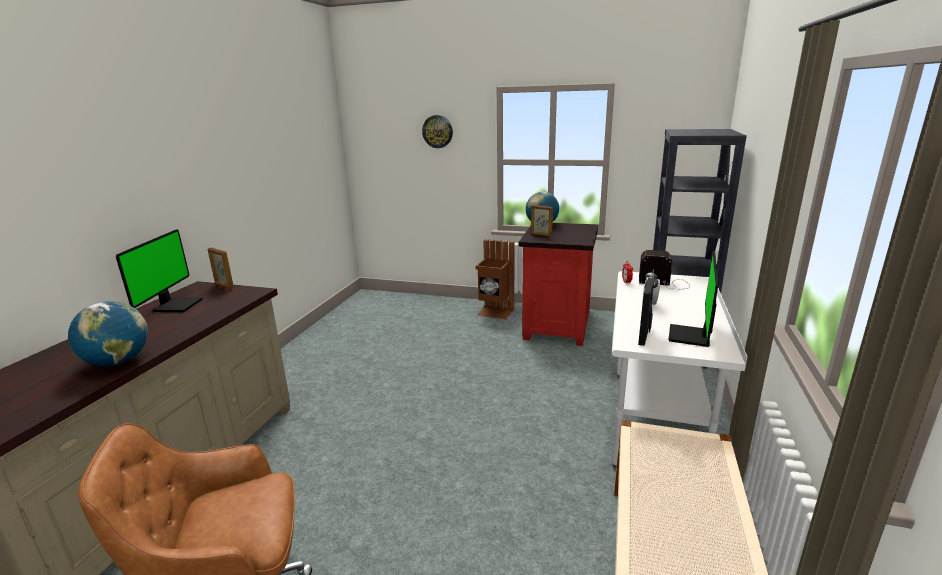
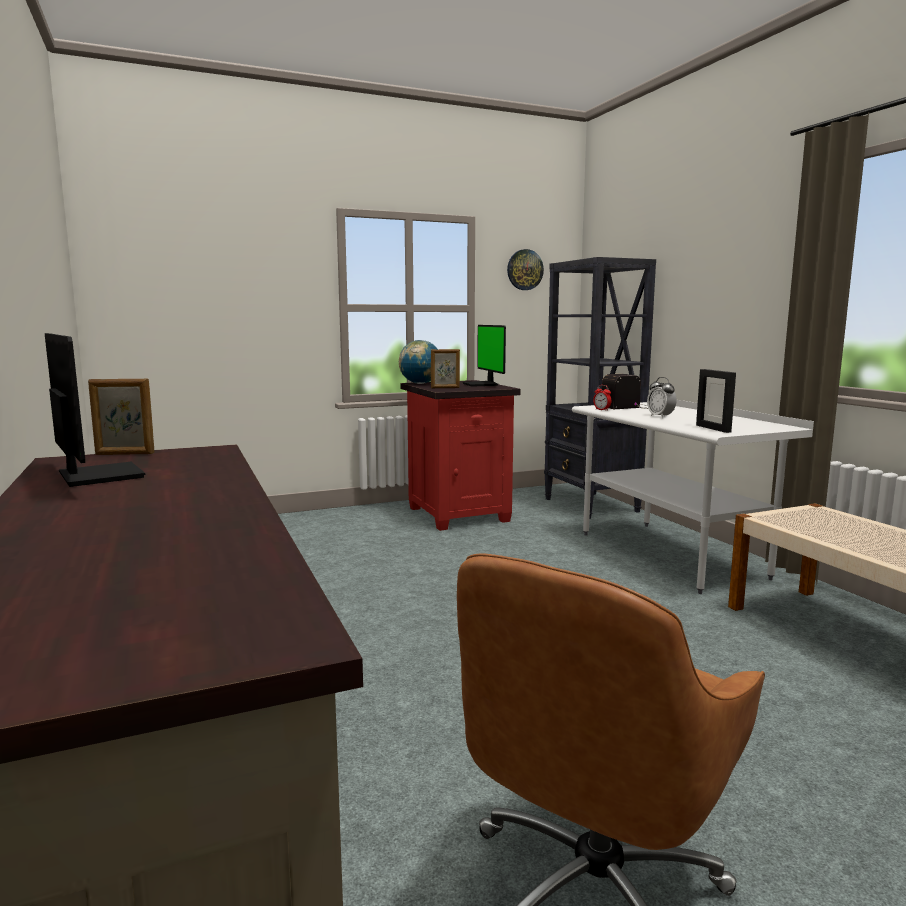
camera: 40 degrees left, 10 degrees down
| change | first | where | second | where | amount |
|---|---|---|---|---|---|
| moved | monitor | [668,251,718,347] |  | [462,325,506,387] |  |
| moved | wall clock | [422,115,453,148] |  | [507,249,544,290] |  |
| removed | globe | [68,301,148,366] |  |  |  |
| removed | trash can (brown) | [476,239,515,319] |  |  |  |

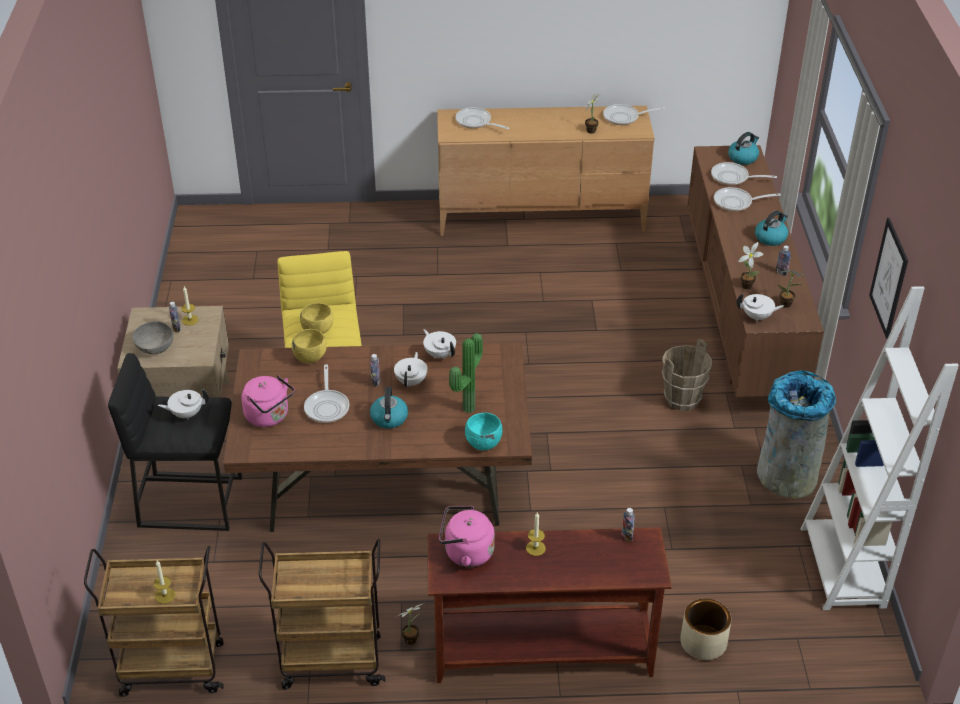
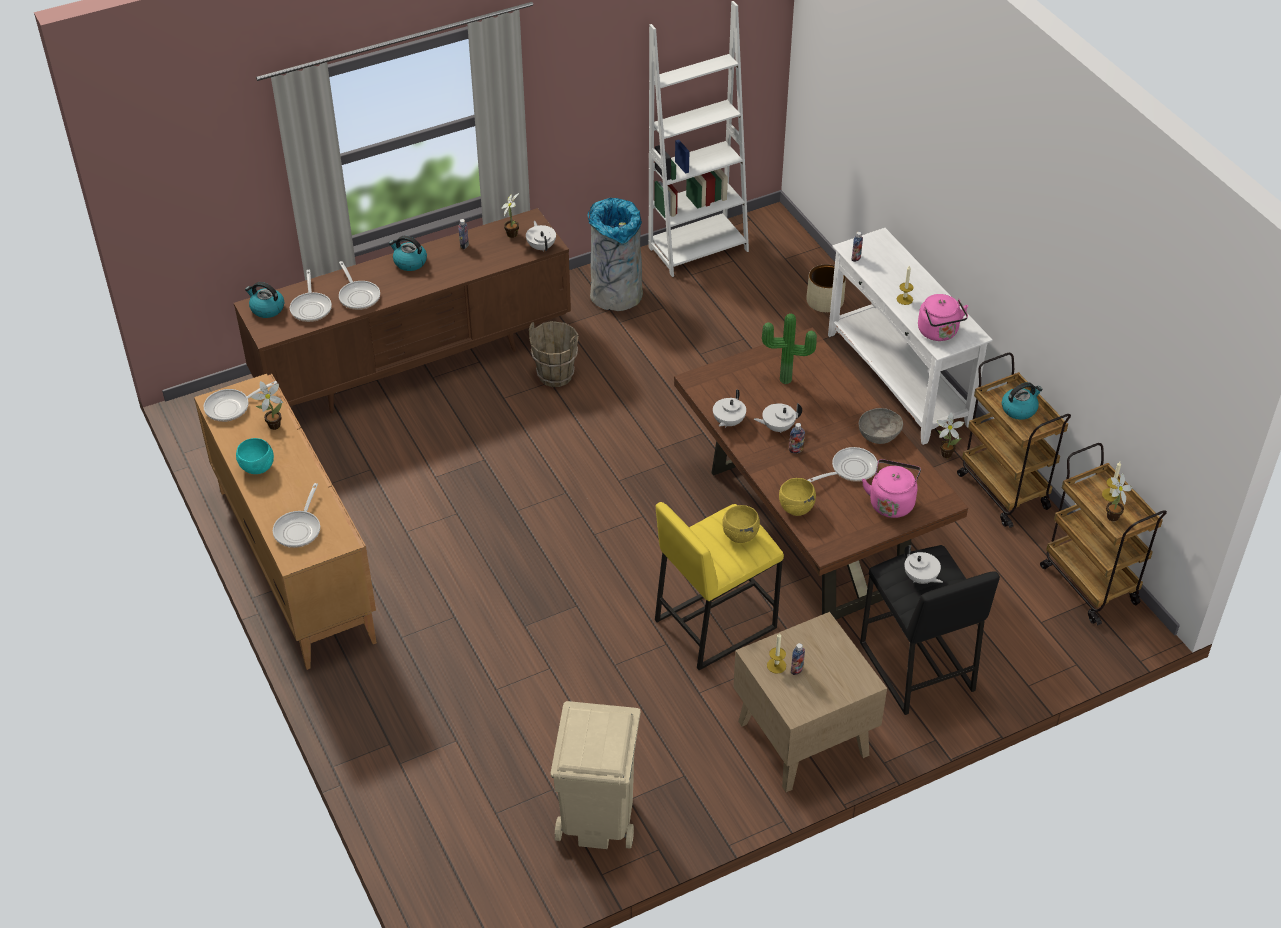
camera: 115 degrees left, 5 degrees up
| change | first | where | second | where | amount |
|---|---|---|---|---|---|
| turned | frying pan | [603,104,665,125] |  | [204,381,277,422] | 90 degrees clockwise |
| moved | bowl (turquoise) | [465,413,502,450] |  | [236,438,274,474] |  |
| added |  |  | trash can (beige) | [551,701,641,849] |  |
| recoloured | console table (brown) | [427,527,672,683] | console table (white) | [828,228,993,445] |  |
| moved | bowl (grey) | [133,321,173,354] |  | [859,408,903,444] |  |
| moved | kettle | [370,387,408,429] |  | [1002,382,1043,420] |  |
| moved | potted plant | [738,242,764,290] |  | [1106,472,1132,521] |  |
| removed | picture | [869,218,908,339] |  |  |  |

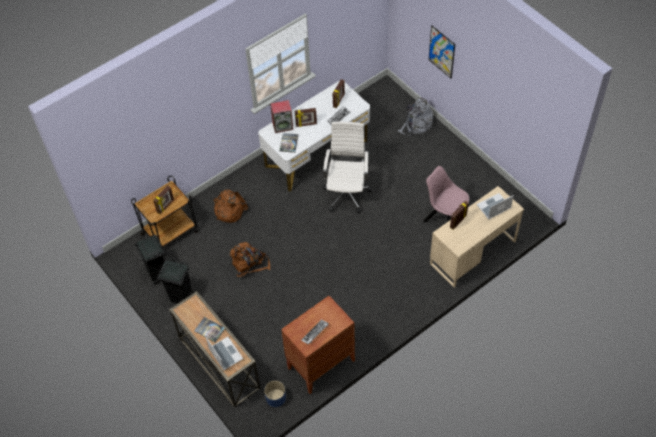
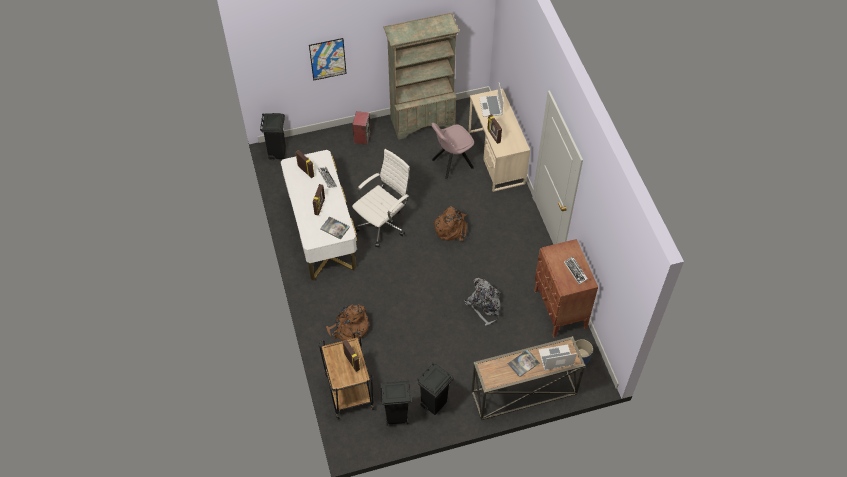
camera: 70 degrees left, 0 degrees up
| change | first | where | second | where | amount |
|---|---|---|---|---|---|
| added |  |  | trash can (black) | [260,113,286,160] |  |
| moved | speaker | [270,100,293,133] |  | [352,111,371,145] |  |
| turned | office chair (white) | [323,122,372,213] |  | [352,149,410,247] | 105 degrees clockwise |
| added |  |  | bookcase (green) | [383,13,460,140] |  |
| moved | backpack (brown) | [230,242,270,277] |  | [433,206,467,241] |  |
| moved | backpack (grey) | [397,98,433,136] |  | [465,278,501,326] |  |

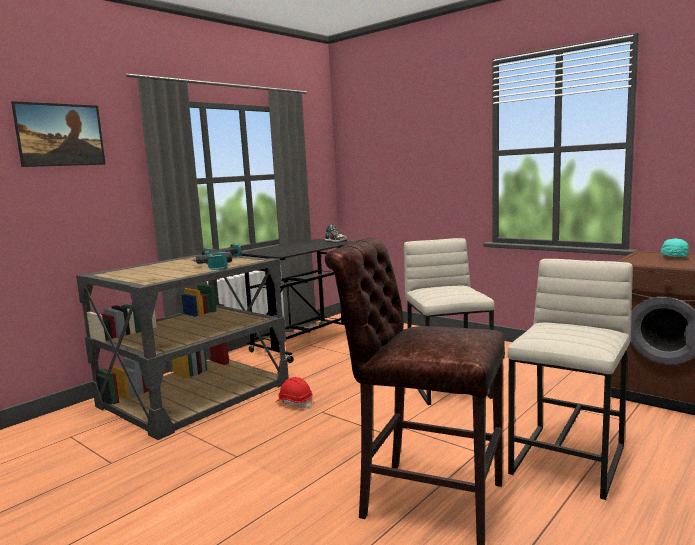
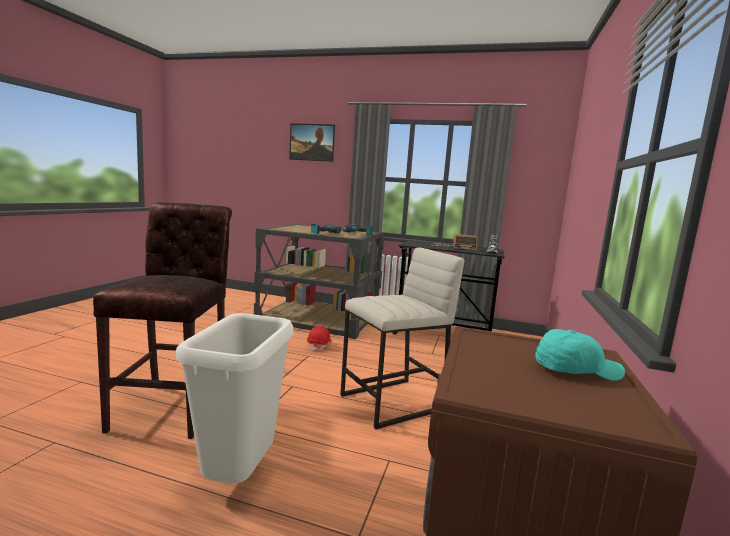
camera: 65 degrees right, 0 degrees up
| change | first | where | second | where | amount |
|---|---|---|---|---|---|
| replaced | stool (beige) | [507,259,633,500] | trash can (white) | [176,313,294,484] |  |
| added |  |  | radio | [431,234,478,250] |  |

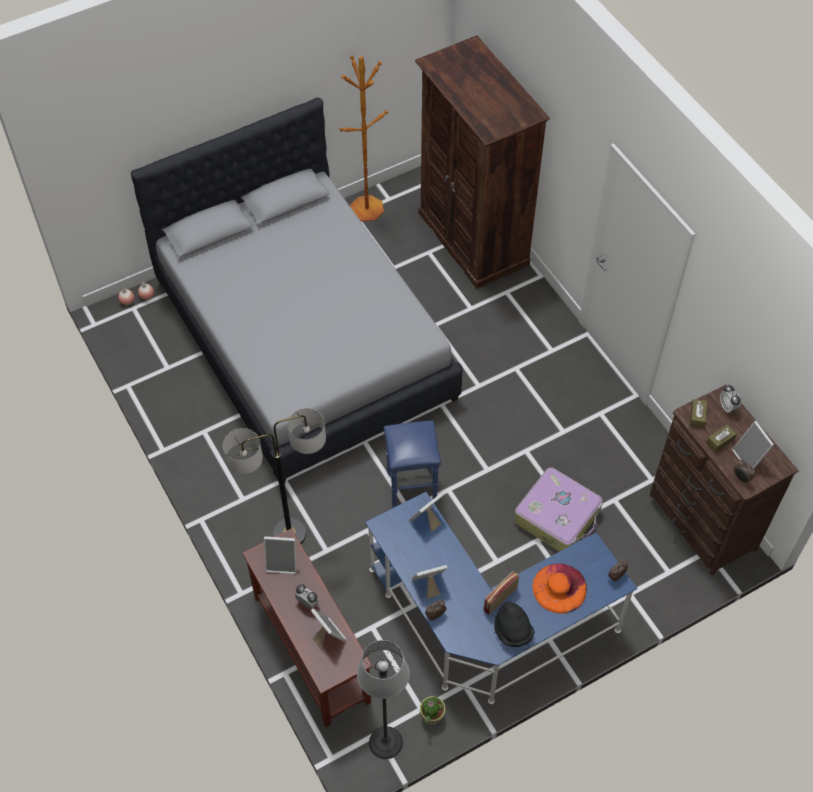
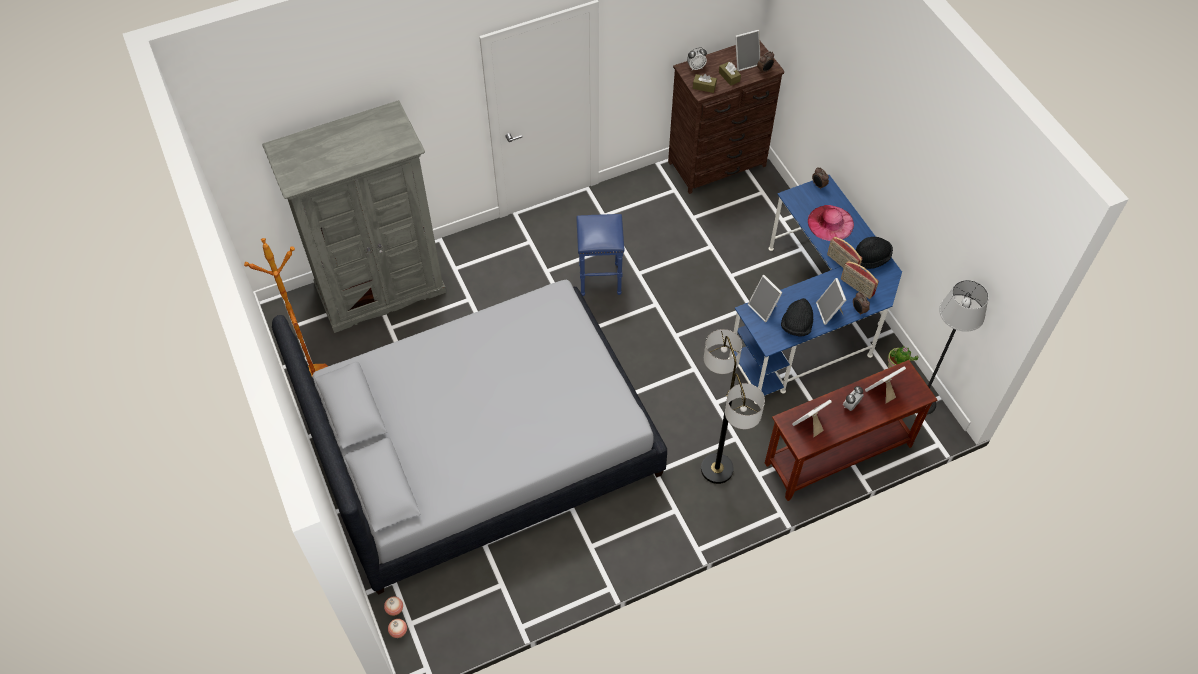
camera: 85 degrees left, 0 degrees up
| change | first | where | second | where | amount |
|---|---|---|---|---|---|
| recoloured | wardrobe (brown) | [415,35,550,289] | wardrobe (grey) | [262,100,447,333] |  |
| moved | stool (blue) | [384,420,441,508] |  | [576,214,625,296] |  |
| added |  |  | hat (black) | [781,298,813,337] |  |
| turned | picture frame | [264,536,296,574] |  | [792,400,832,437] | 135 degrees counterclockwise |
| recoloured | hat (orange) | [532,564,587,614] | hat (pink) | [808,205,854,241] |  |
| added |  |  | radio | [841,261,879,299] |  |
| removed | suitcase | [514,468,603,552] |  |  |  |

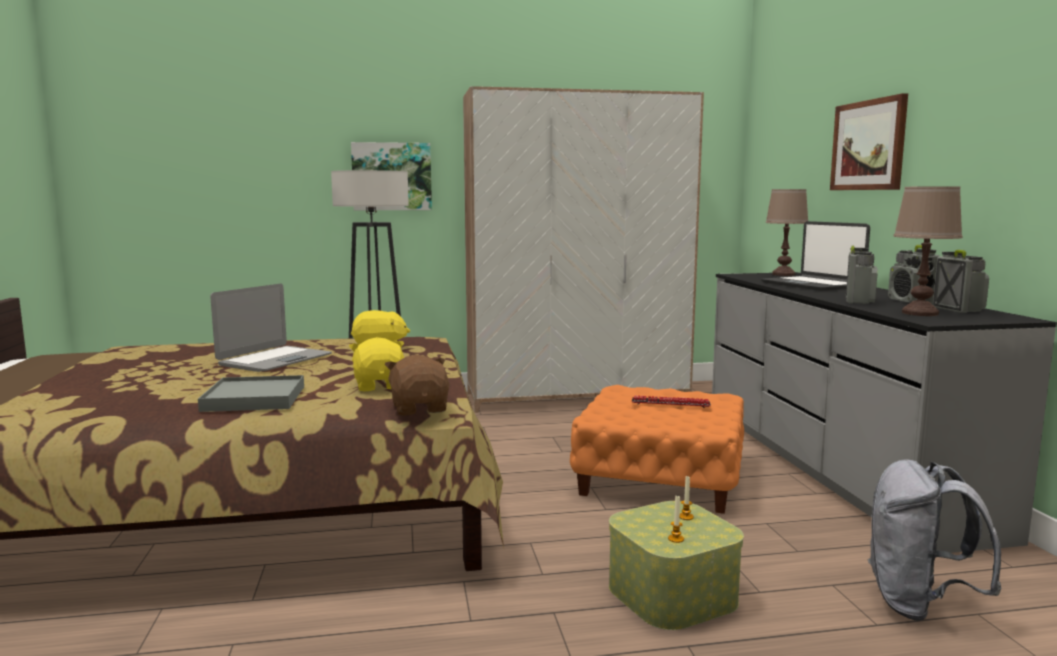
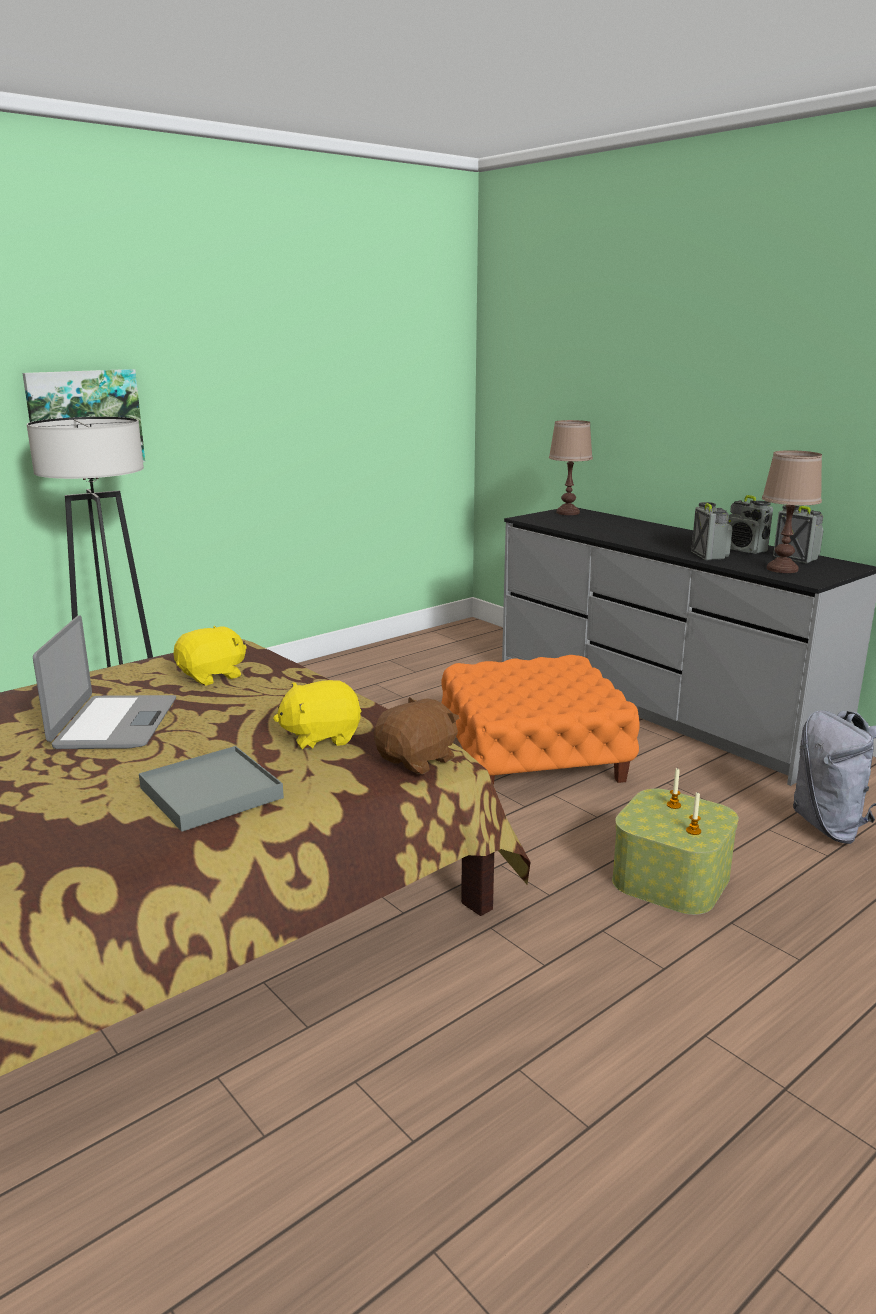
camera: 30 degrees left, 10 degrees up
| change | first | where | second | where | amount |
|---|---|---|---|---|---|
| turned | plush toy (yellow) | [349,337,404,391] |  | [273,680,361,749] | 60 degrees counterclockwise |
| turned | plush toy (brown) | [385,355,449,416] |  | [374,697,459,775] | 90 degrees clockwise |
| removed | wardrobe (white) | [463,86,704,413] |  |  |  |
| removed | keyboard | [632,395,711,408] |  |  |  |
| removed | laptop | [761,221,870,291] |  |  |  |
| removed | picture | [830,93,908,190] |  |  |  |

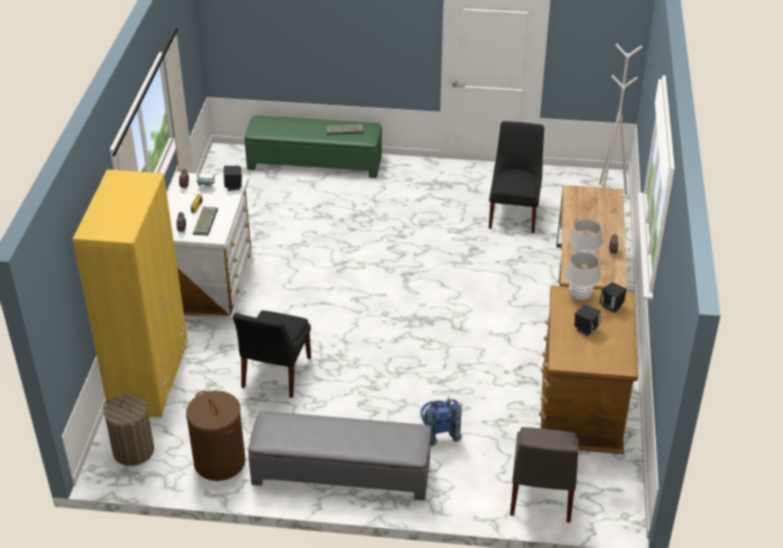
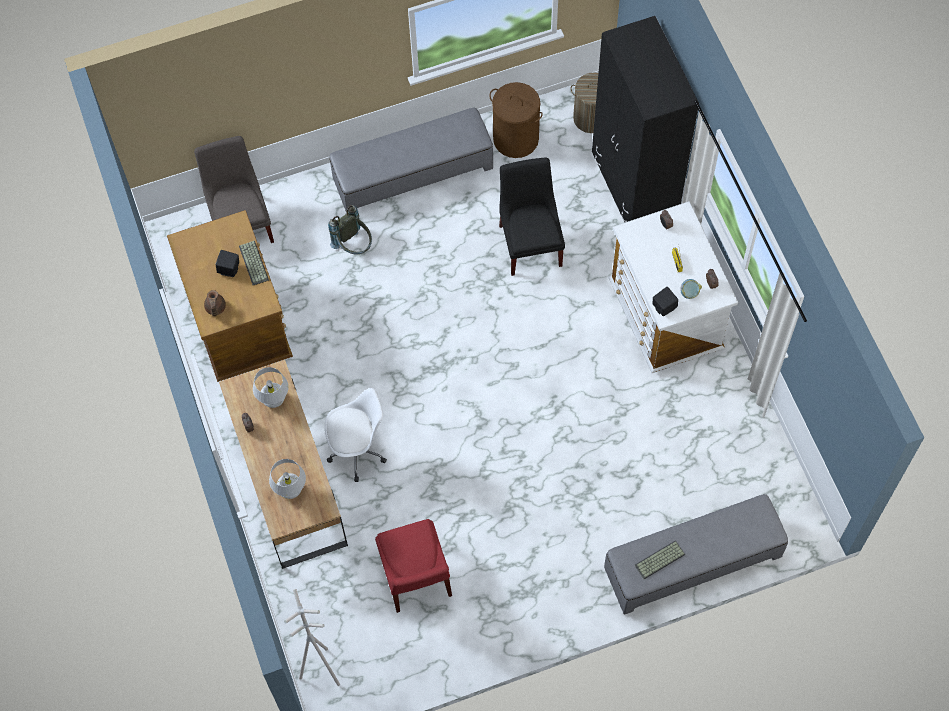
camera: 155 degrees right, 25 degrees up
| change | first | where | second | where | amount |
|---|---|---|---|---|---|
| replaced | speaker (black) | [600,282,627,313] | teapot (brown) | [204,290,226,316] |  |
| moved | keyboard | [193,206,218,236] |  | [239,241,269,285] |  |
| moved | table lamp (white) | [565,252,601,301] |  | [269,459,306,499] |  |
| added |  |  | office chair (white) | [325,388,387,482] |  |
| recoloured | backpack (blue) | [420,398,462,446] | backpack (grey) | [328,205,372,254] |  |
| recoloured | chair (black) | [489,121,544,233] | chair (red) | [375,519,452,613] |  |
| recoloured | wardrobe (yellow) | [72,169,188,418] | wardrobe (black) | [592,16,699,222] |  |
| recoloured | bench (green) | [245,115,382,178] | bench (grey) | [604,494,788,615] |  |

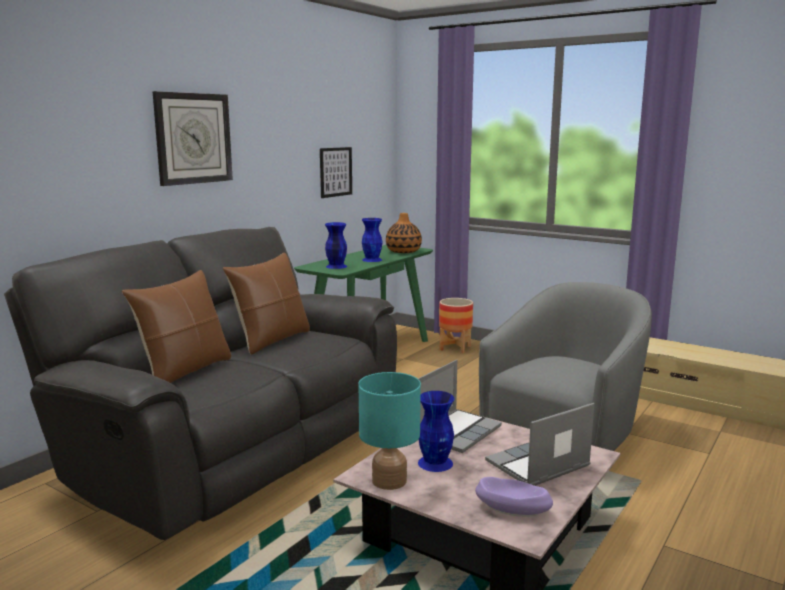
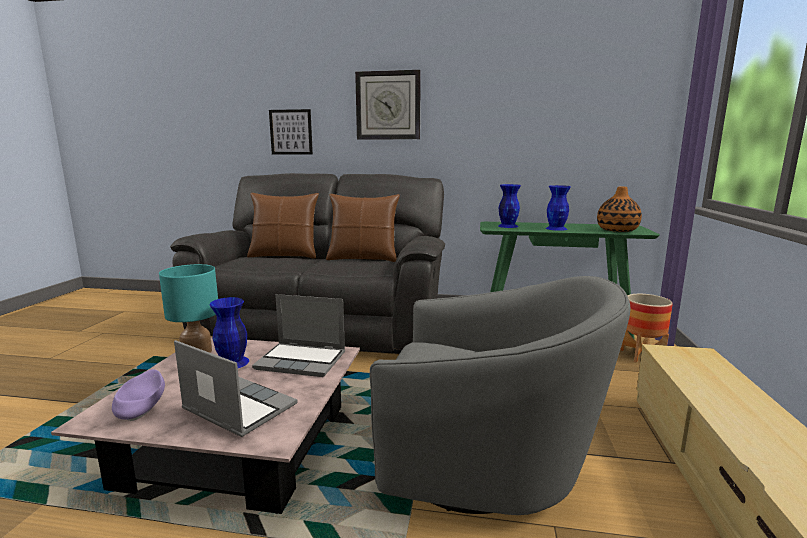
camera: 65 degrees right, 0 degrees up
| change | first | where | second | where | amount |
|---|---|---|---|---|---|
| moved | picture | [320,147,352,198] |  | [269,109,313,154] |  |

